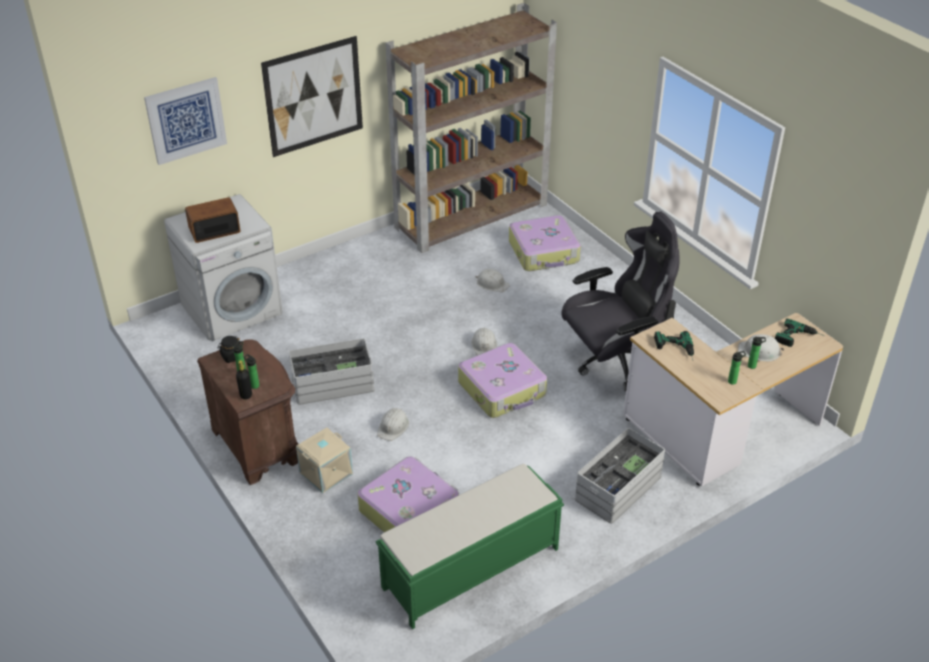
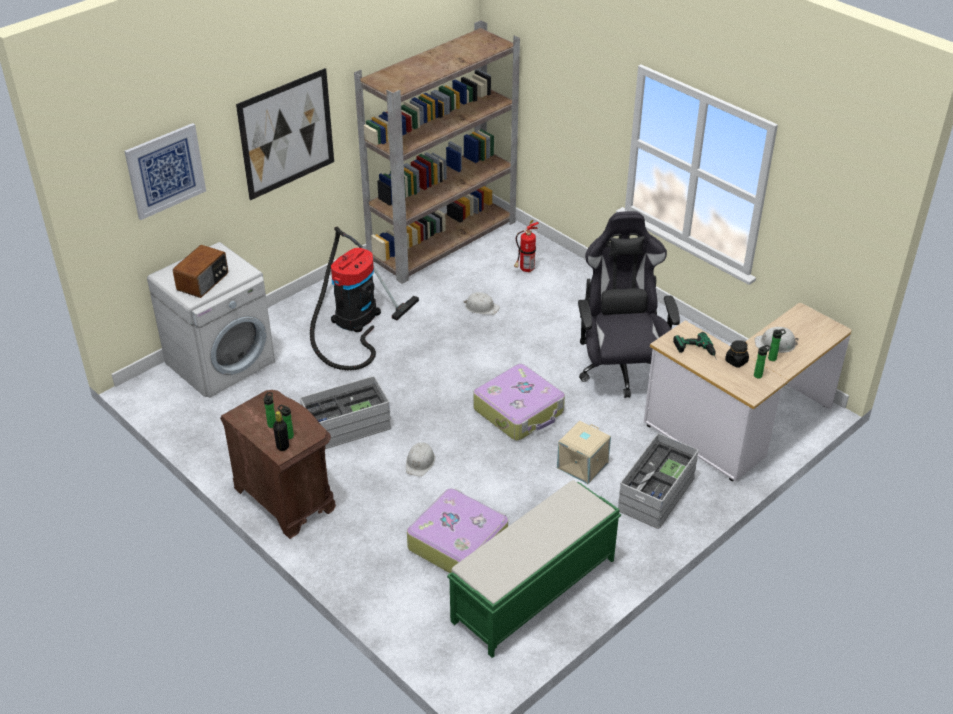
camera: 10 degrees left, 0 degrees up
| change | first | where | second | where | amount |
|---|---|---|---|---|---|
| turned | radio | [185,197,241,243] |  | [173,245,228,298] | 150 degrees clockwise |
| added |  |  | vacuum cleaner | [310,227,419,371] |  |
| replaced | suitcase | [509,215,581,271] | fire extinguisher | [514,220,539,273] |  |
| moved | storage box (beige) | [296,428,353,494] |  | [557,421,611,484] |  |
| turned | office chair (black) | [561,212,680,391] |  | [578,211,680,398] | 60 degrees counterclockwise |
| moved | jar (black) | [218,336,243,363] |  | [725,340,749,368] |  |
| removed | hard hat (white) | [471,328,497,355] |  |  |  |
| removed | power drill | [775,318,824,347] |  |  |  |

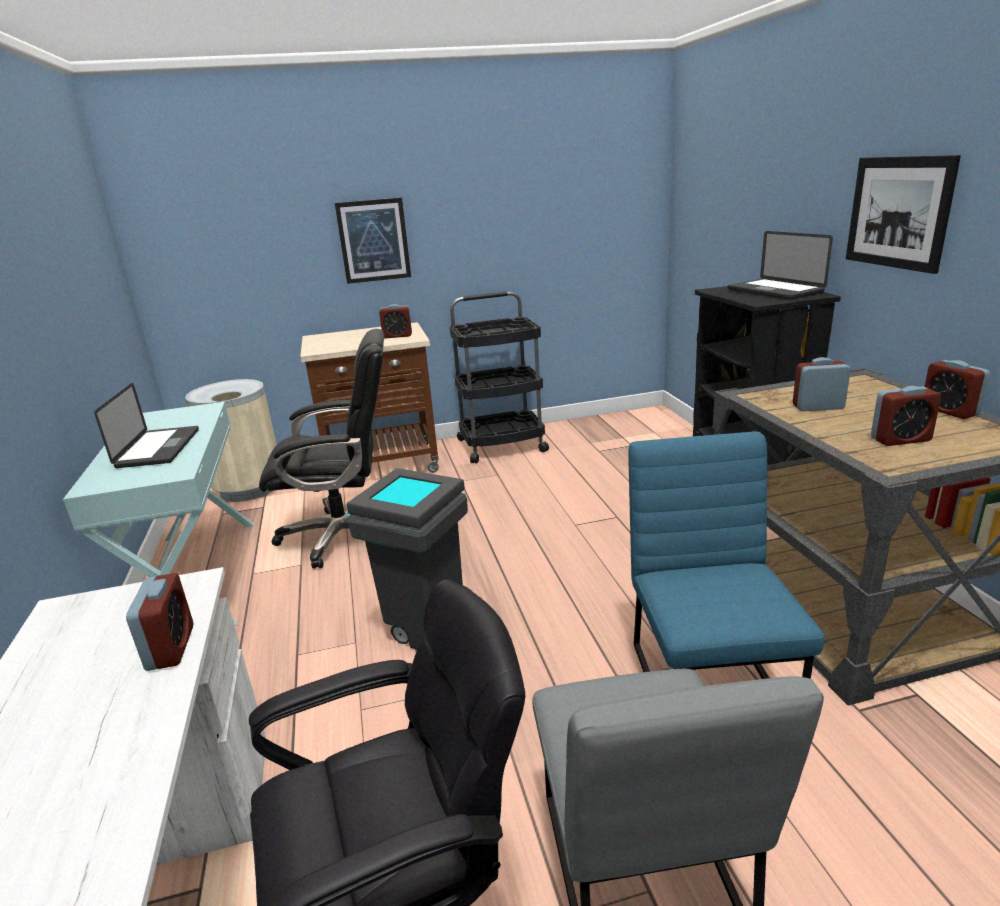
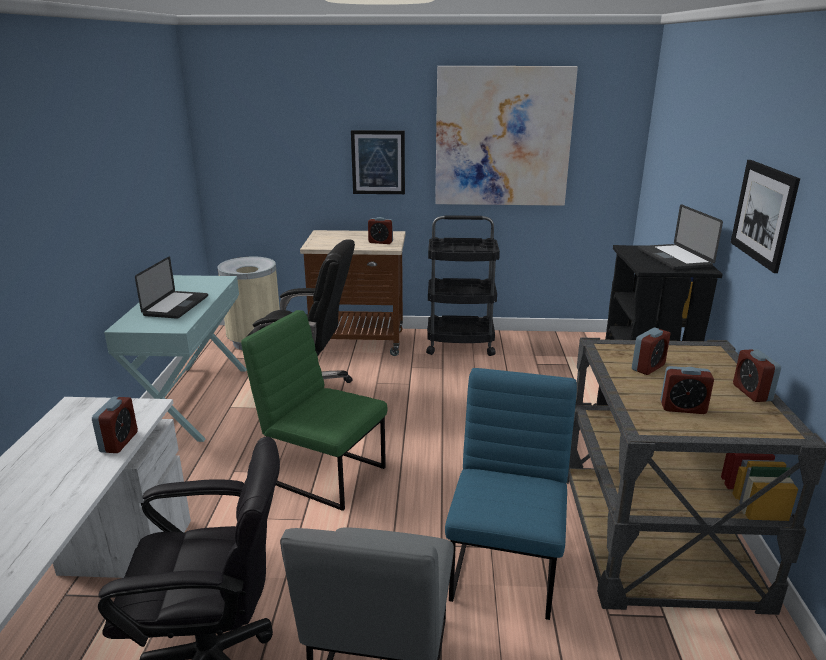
camera: 15 degrees right, 0 degrees up
| change | first | where | second | where | amount |
|---|---|---|---|---|---|
| replaced | trash can (grey) | [346,468,468,650] | chair (green) | [241,310,387,511] |  |
| added |  |  | picture | [435,66,578,206] |  |
| turned | alarm clock | [793,357,851,411] |  | [632,328,670,375] | 120 degrees clockwise |

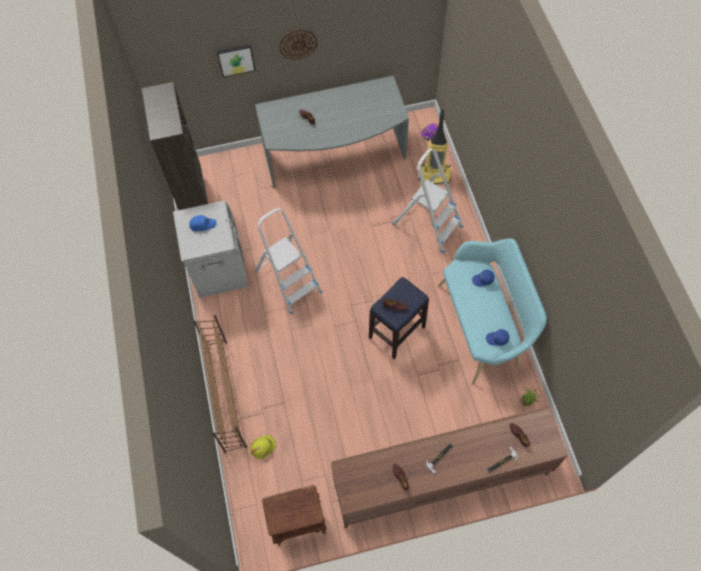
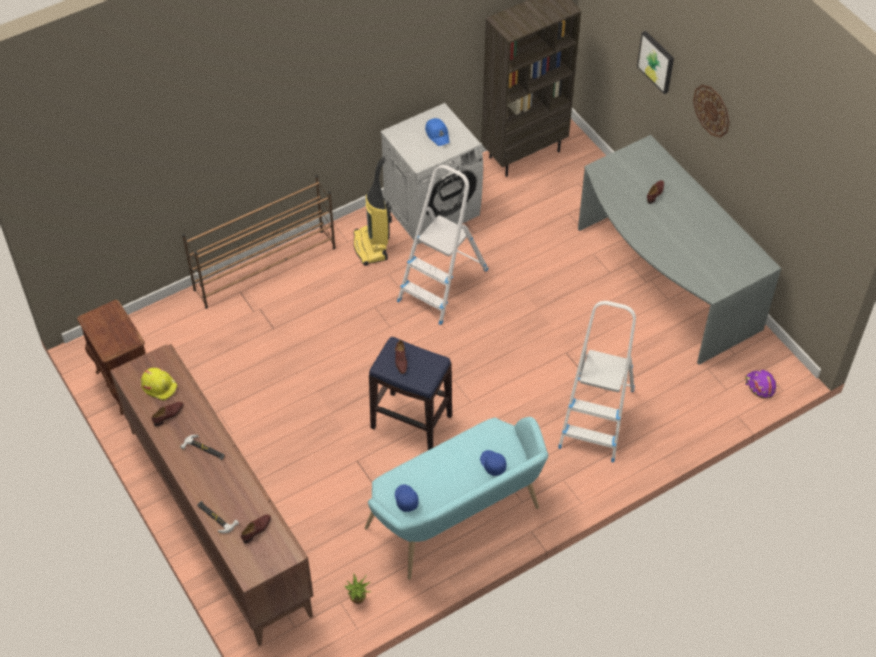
camera: 70 degrees right, 10 degrees down
| change | first | where | second | where | amount |
|---|---|---|---|---|---|
| moved | hard hat (yellow) | [250,435,276,459] |  | [141,368,178,401] |  |
| moved | vacuum cleaner | [419,109,451,184] |  | [353,157,392,266] |  |

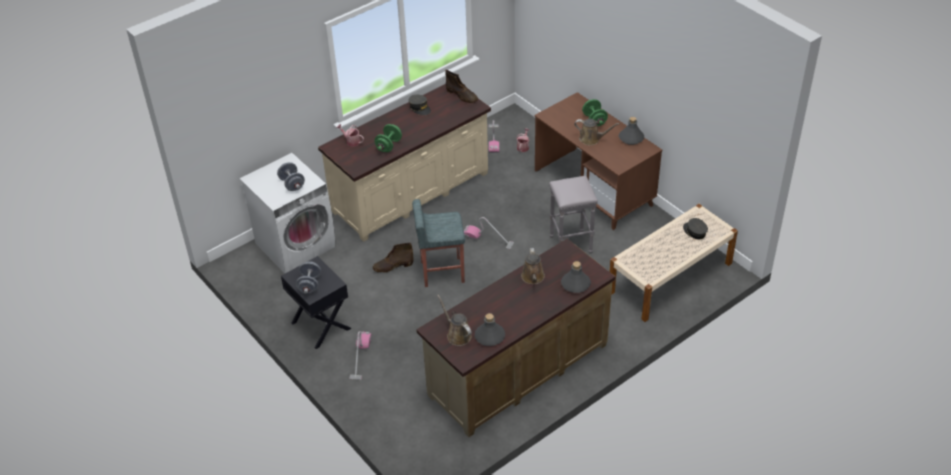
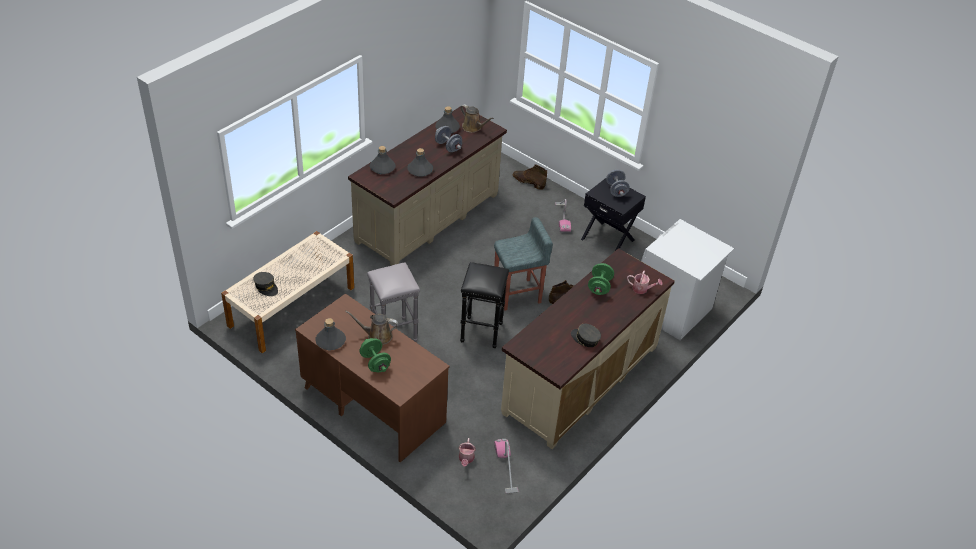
camera: 165 degrees right, 0 degrees up
| change | first | where | second | where | amount |
|---|---|---|---|---|---|
| replaced | watering can (brown) | [521,248,545,284] | bottle (grey) | [407,148,433,177] |  |
| moved | dumbbell (grey) | [277,162,305,191] |  | [435,126,462,152] |  |
| replaced | vacuum cleaner | [464,217,514,250] | stool (black) | [460,262,509,348] |  |
| moved | boot (brown) | [445,70,478,103] |  | [512,164,547,190] |  |

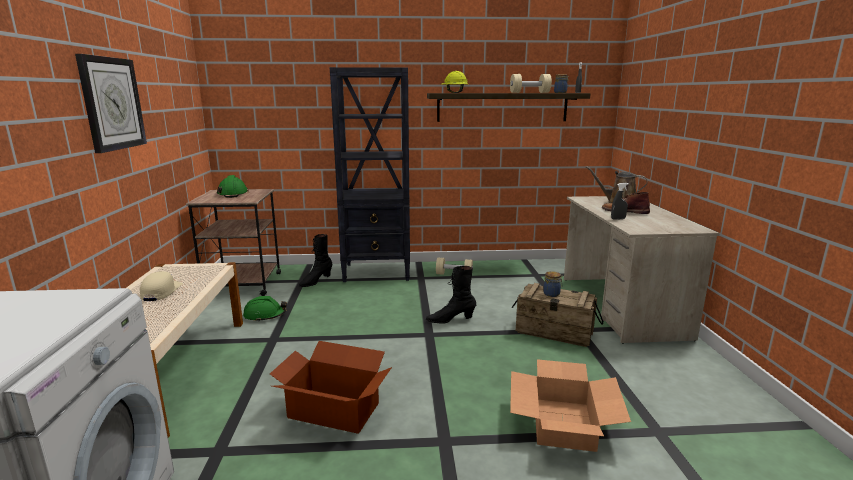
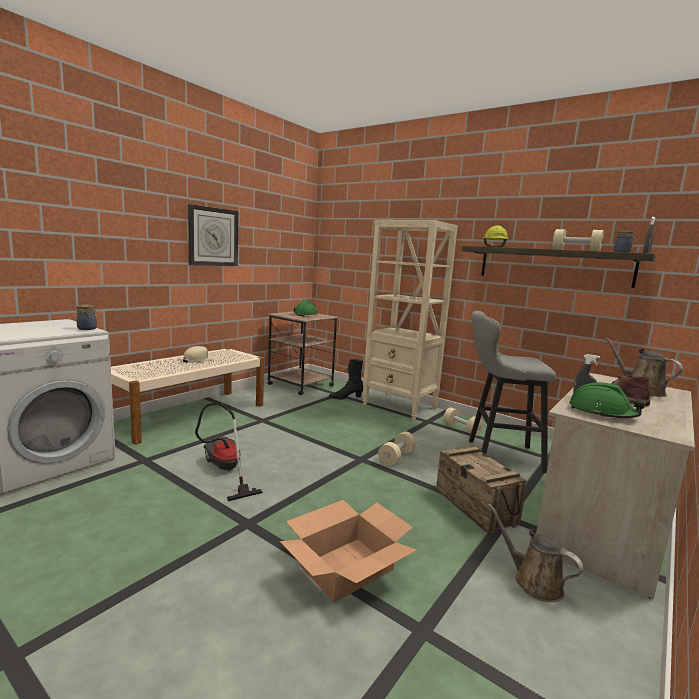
camera: 40 degrees right, 5 degrees down
| change | first | where | second | where | amount |
|---|---|---|---|---|---|
| moved | jar | [543,271,563,297] |  | [76,305,97,330] |  |
| replaced | cardboard box | [270,341,392,434] | vacuum cleaner | [195,403,263,501] |  |
| recoloured | bookcase (black) | [330,67,410,282] | bookcase (beige) | [363,220,458,420] |  |
| replaced | boot (black) | [426,266,476,324] | dumbbell (beige) | [378,432,416,466] |  |
| added |  |  | stool (grey) | [469,310,556,473] |  |
| added |  |  | watering can (brown) | [488,504,583,602] |  |
| moved | hard hat (green) | [243,296,287,322] |  | [569,382,646,418] |  |

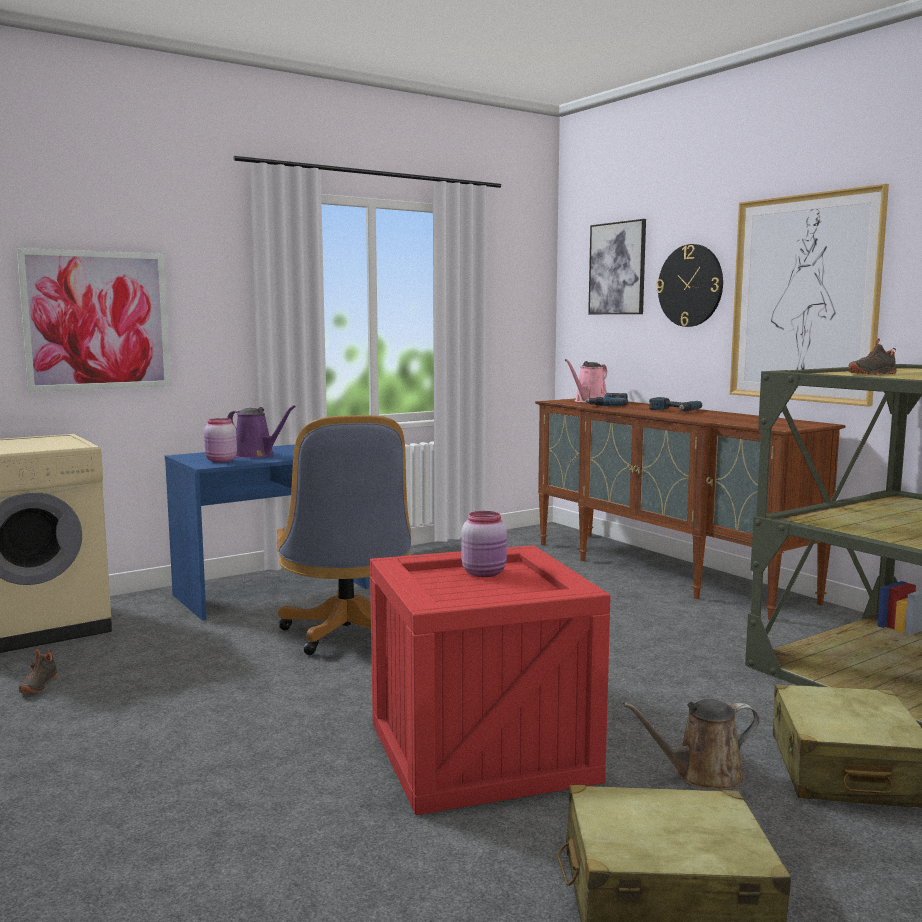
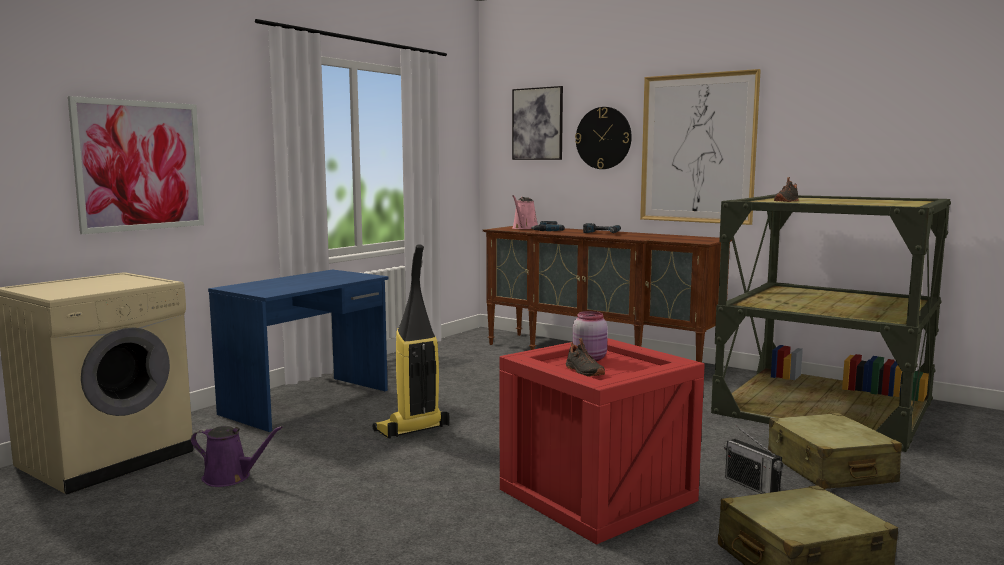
camera: 20 degrees left, 0 degrees up
| change | first | where | second | where | amount |
|---|---|---|---|---|---|
| moved | watering can (purple) | [227,405,296,458] |  | [191,426,283,487] |  |
| replaced | office chair (blue) | [277,415,411,655] | vacuum cleaner | [373,244,449,439] |  |
| moved | shoe (black) | [19,649,58,693] |  | [566,338,605,377] |  |
| replaced | watering can (brown) | [623,699,760,790] | radio | [724,426,784,494] |  |
| removed | jar (pink) | [204,418,237,462] |  |  |  |

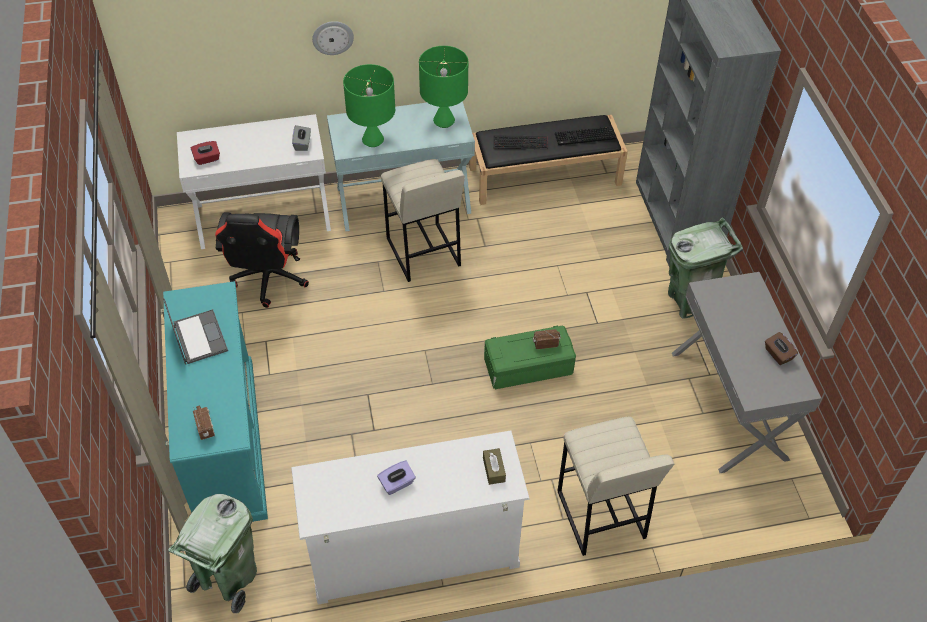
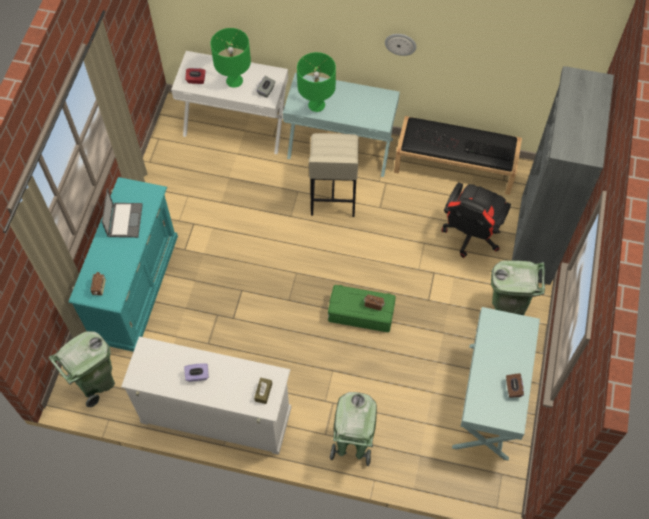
camera: 25 degrees right, 10 degrees up
| change | first | where | second | where | amount |
|---|---|---|---|---|---|
| moved | table lamp (green) | [419,46,468,128] |  | [211,28,251,88] |  |
| replaced | stool (beige) | [557,417,674,556] | trash can (green) | [330,392,377,466] |  |
| moved | wall clock | [312,21,354,55] |  | [385,34,417,56] |  |
| moved | office chair (black) | [215,212,309,308] |  | [441,182,511,258] |  |
| recoloured | desk (grey) | [672,272,821,473] | desk (turquoise) | [452,307,540,461] |  |

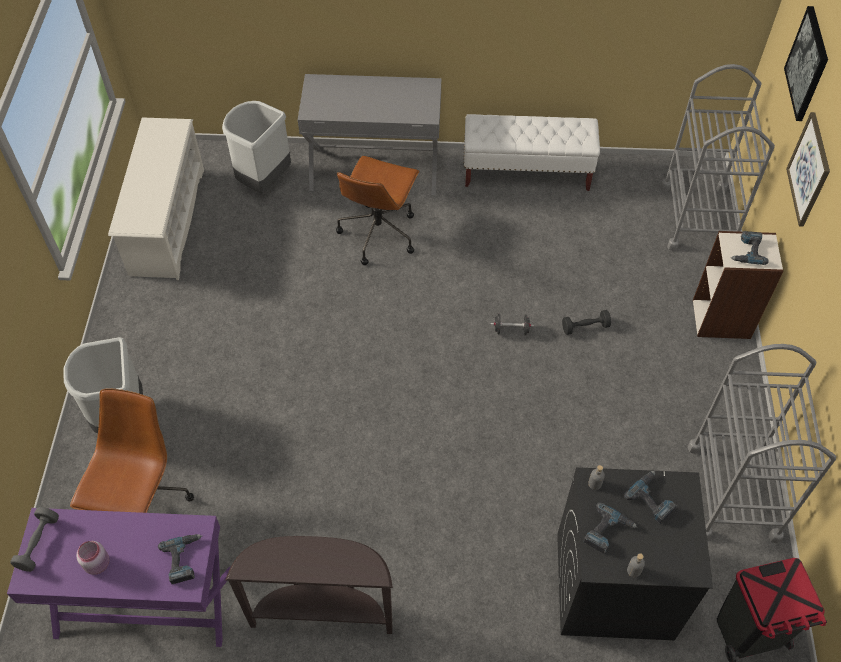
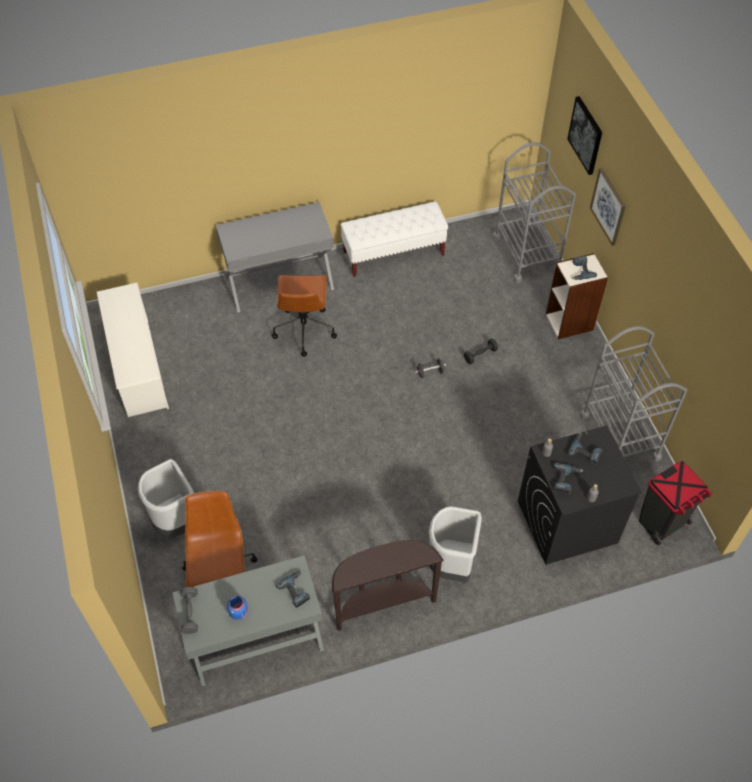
camera: 20 degrees left, 0 degrees up
| change | first | where | second | where | amount |
|---|---|---|---|---|---|
| recoloured | desk (purple) | [7,508,231,647] | desk (grey) | [172,555,324,686] |  |
| recoloured | jar (pink) | [76,541,109,575] | jar (blue) | [227,596,248,620] |  |
| moved | trash can (grey) | [222,101,291,193] |  | [429,506,482,583] |  |

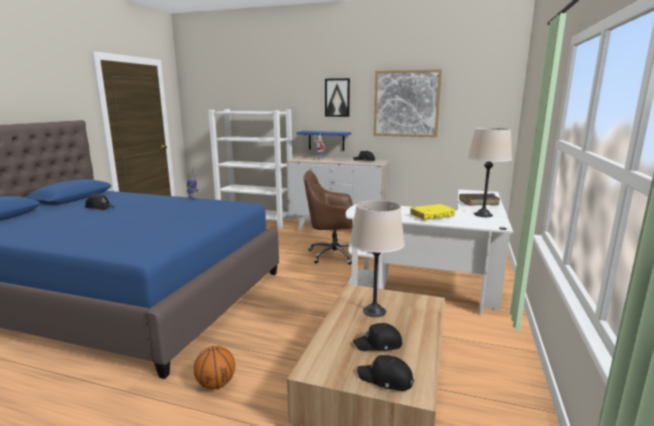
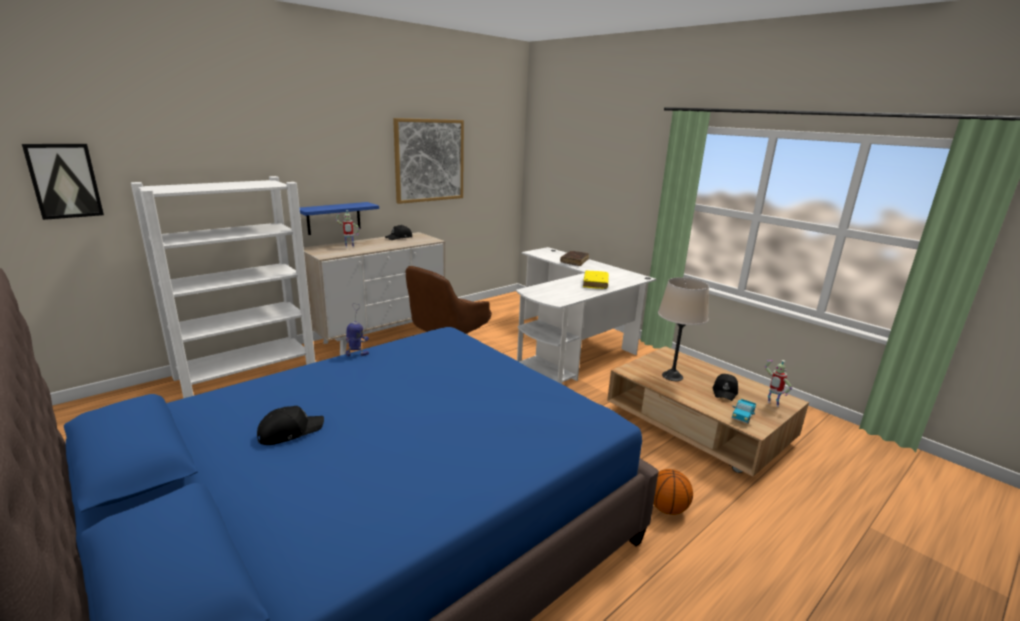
camera: 60 degrees left, 5 degrees up
| change | first | where | second | where | amount |
|---|---|---|---|---|---|
| moved | picture | [325,78,350,117] |  | [22,144,104,220] |  |
| added |  |  | toy truck | [732,399,756,424] |  |
| replaced | cap (black) | [357,355,414,391] | toy robot | [765,360,792,407] |  |
| removed | table lamp (beige) | [468,128,512,217] |  |  |  |

